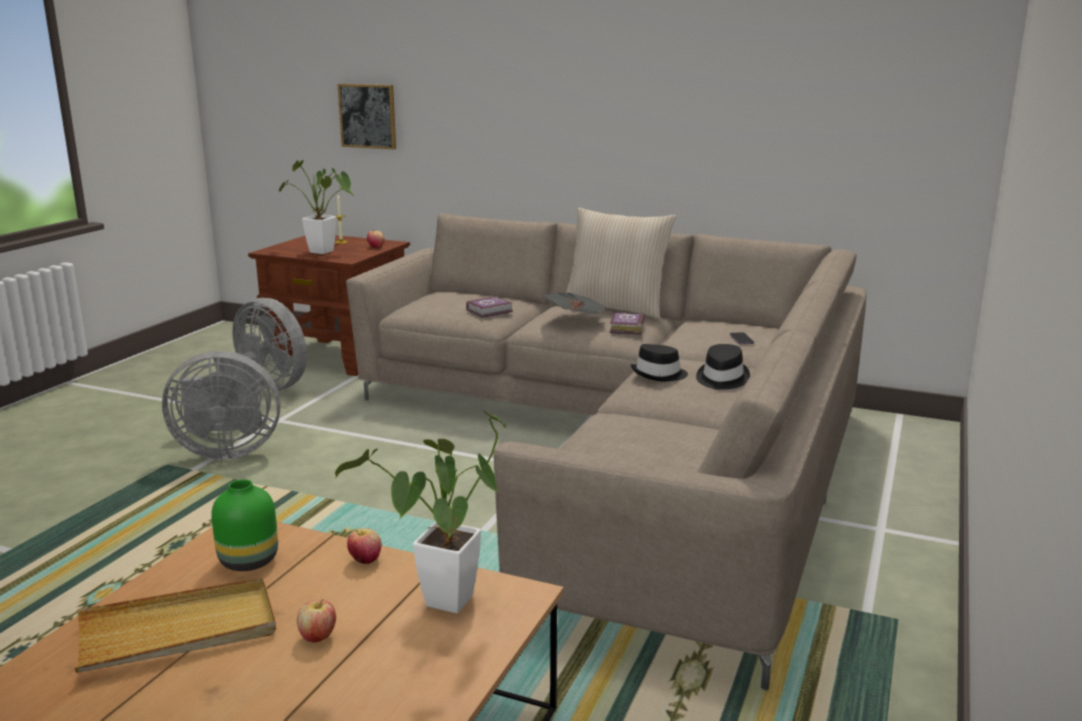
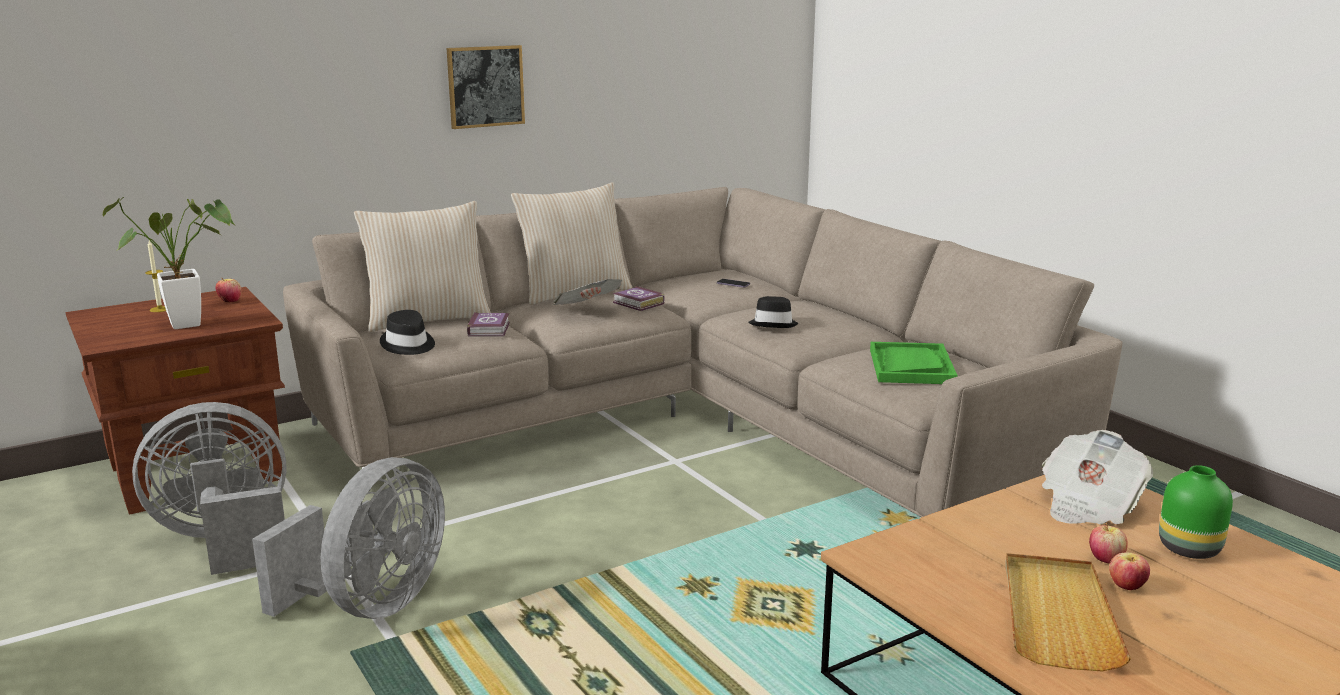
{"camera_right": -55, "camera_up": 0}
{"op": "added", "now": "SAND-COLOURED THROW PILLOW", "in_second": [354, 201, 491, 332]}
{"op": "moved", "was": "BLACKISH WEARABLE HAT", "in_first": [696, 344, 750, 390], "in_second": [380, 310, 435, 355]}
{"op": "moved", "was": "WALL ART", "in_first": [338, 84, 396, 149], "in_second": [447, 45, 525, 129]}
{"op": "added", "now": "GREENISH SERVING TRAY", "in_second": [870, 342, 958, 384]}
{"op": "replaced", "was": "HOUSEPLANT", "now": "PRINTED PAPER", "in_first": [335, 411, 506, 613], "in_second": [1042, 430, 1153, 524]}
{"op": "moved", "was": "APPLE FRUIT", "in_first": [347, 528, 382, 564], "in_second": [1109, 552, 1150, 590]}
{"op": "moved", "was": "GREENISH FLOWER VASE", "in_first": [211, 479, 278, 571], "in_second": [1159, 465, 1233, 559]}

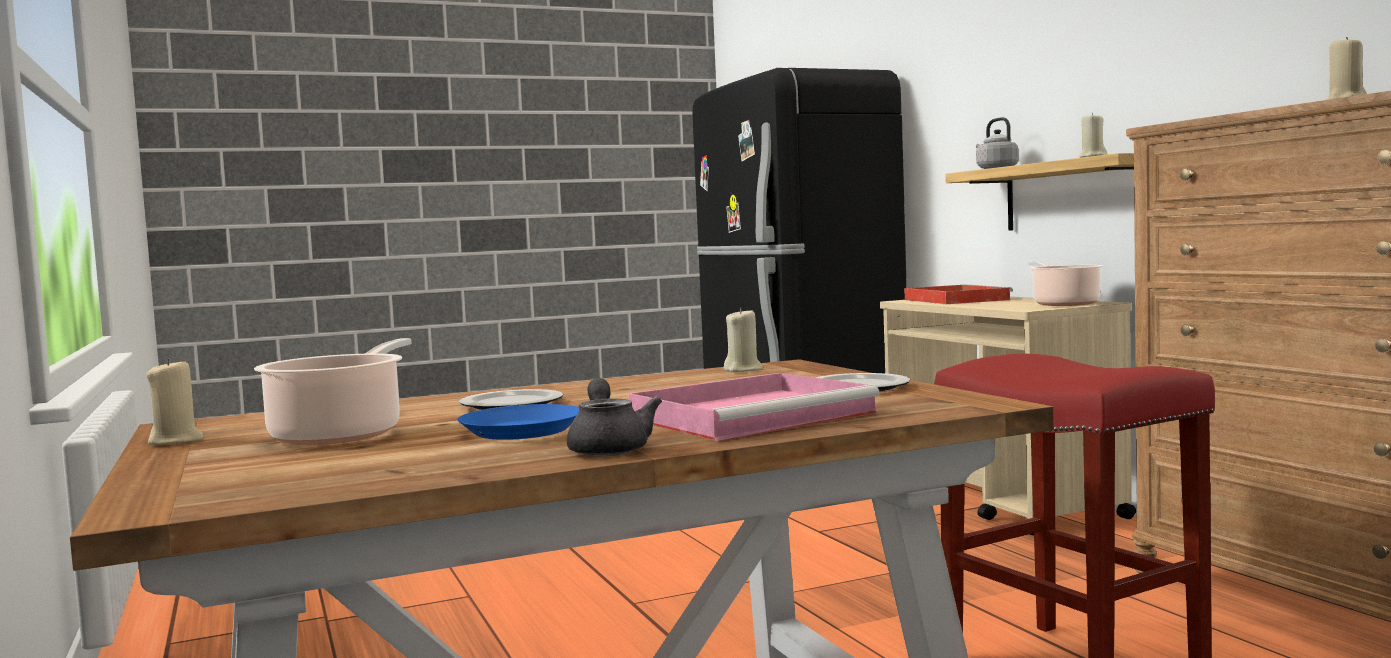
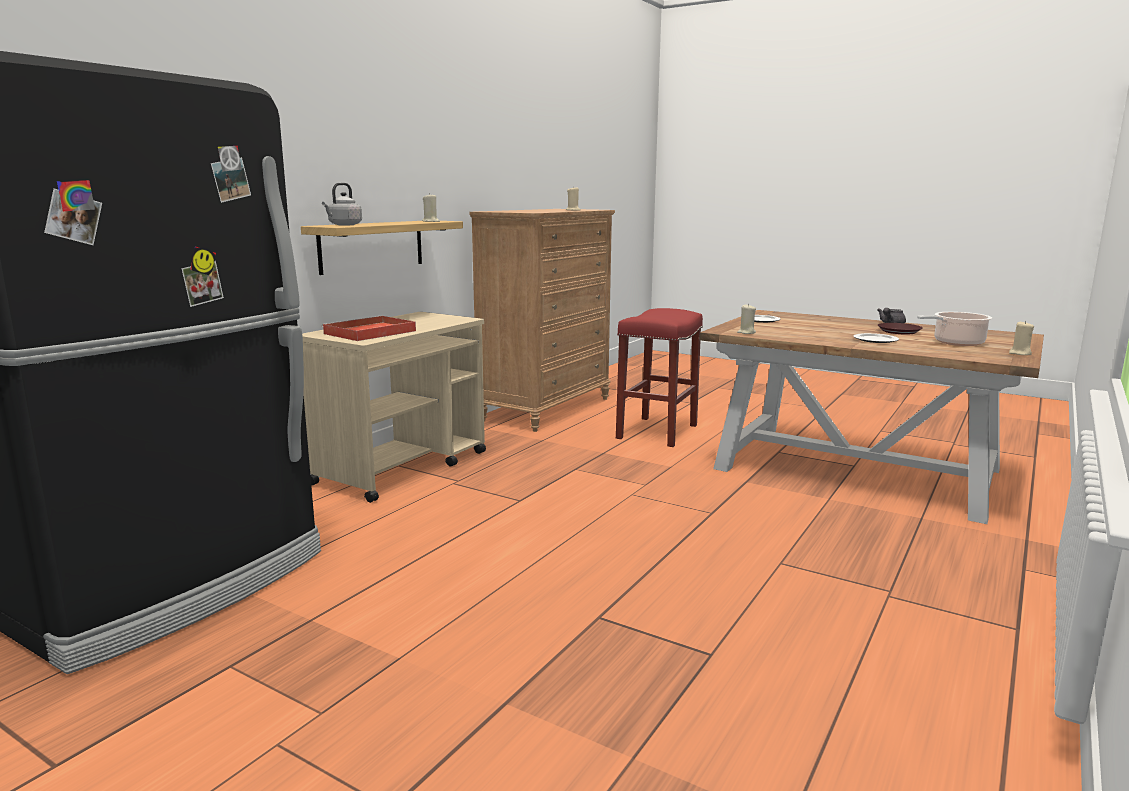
{"camera_right": -125, "camera_up": 10}
{"op": "recoloured", "was": "BLUISH FLAT DISH", "now": "BROWN FLAT DISH", "in_first": [457, 404, 579, 440], "in_second": [878, 323, 923, 334]}
{"op": "removed", "was": "PINK SERVING TRAY", "in_first": [629, 373, 880, 441]}
{"op": "removed", "was": "SAUCEPOT", "in_first": [1028, 261, 1103, 306]}

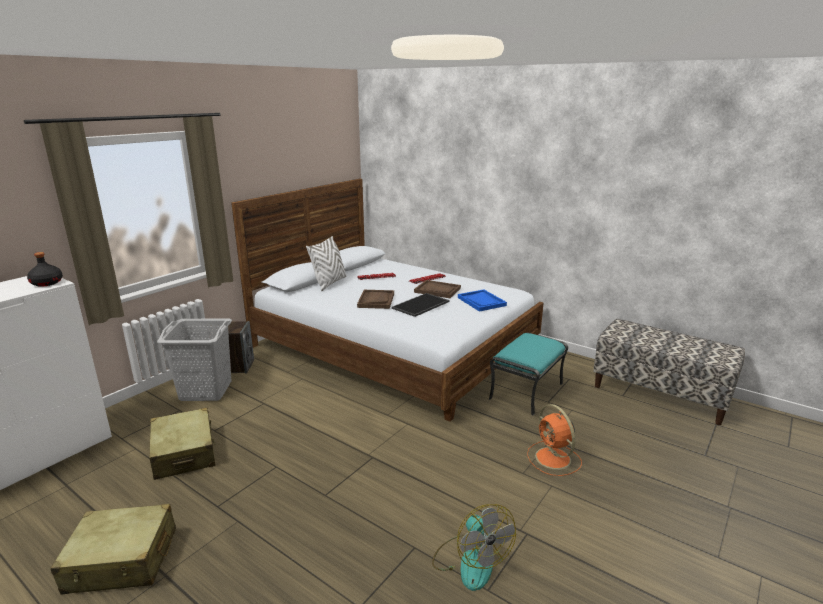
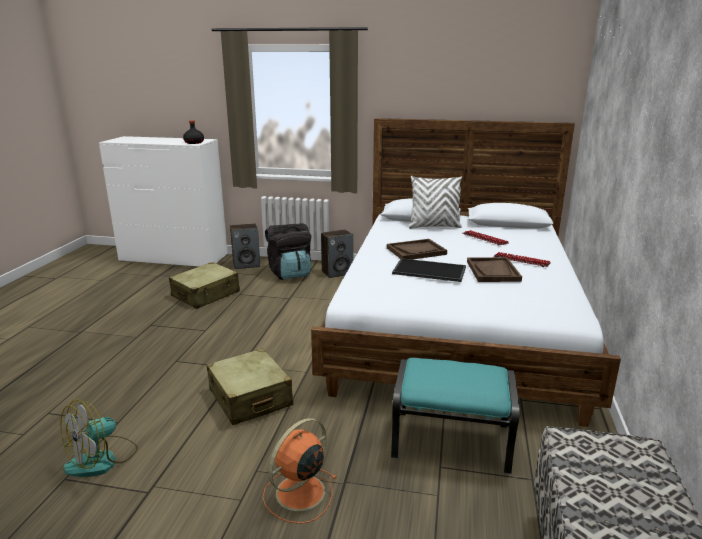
{"camera_right": 65, "camera_up": 0}
{"op": "moved", "was": "SAND-COLOURED PIECE OF LUGGAGE", "in_first": [50, 504, 176, 594], "in_second": [206, 348, 293, 425]}
{"op": "added", "now": "SPEAKER", "in_second": [230, 223, 260, 269]}
{"op": "replaced", "was": "GRAY LAUNDRY BASKET", "now": "BLACKISH RUCKSACK", "in_first": [157, 319, 232, 401], "in_second": [265, 223, 311, 280]}
{"op": "removed", "was": "BLUISH SERVING TRAY", "in_first": [458, 289, 507, 312]}

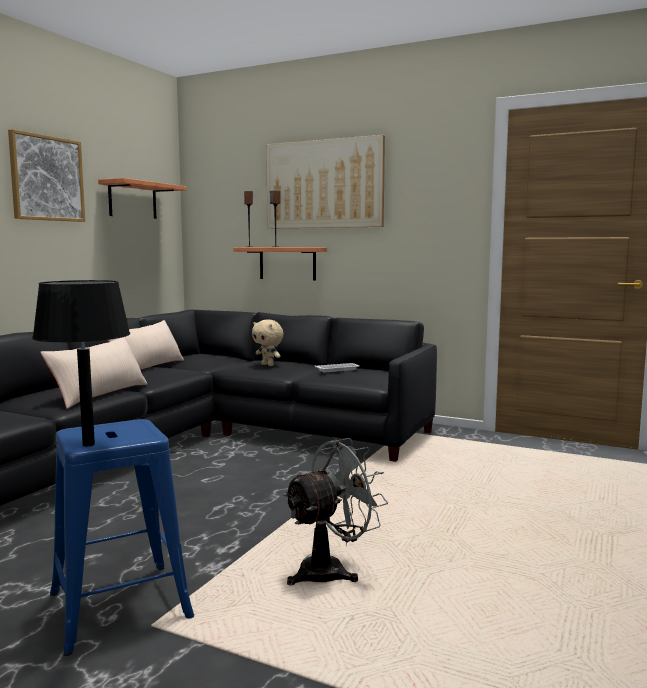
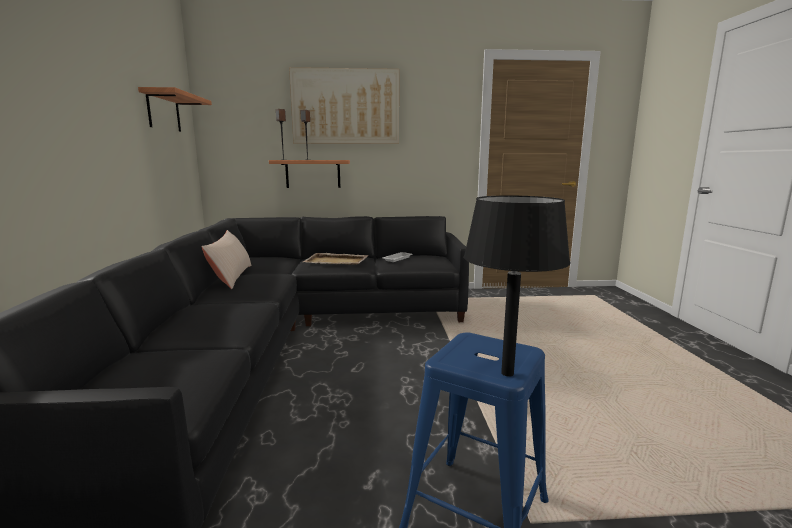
{"camera_right": -30, "camera_up": 5}
{"op": "replaced", "was": "SAND-COLOURED SOFT TOY", "now": "SAND-COLOURED SERVING TRAY", "in_first": [252, 320, 284, 366], "in_second": [303, 253, 369, 265]}
{"op": "removed", "was": "WALL ART", "in_first": [8, 129, 85, 222]}
{"op": "removed", "was": "SAND-COLOURED THROW PILLOW", "in_first": [40, 337, 147, 409]}
{"op": "removed", "was": "GRAY ELECTRIC FAN", "in_first": [283, 438, 388, 585]}

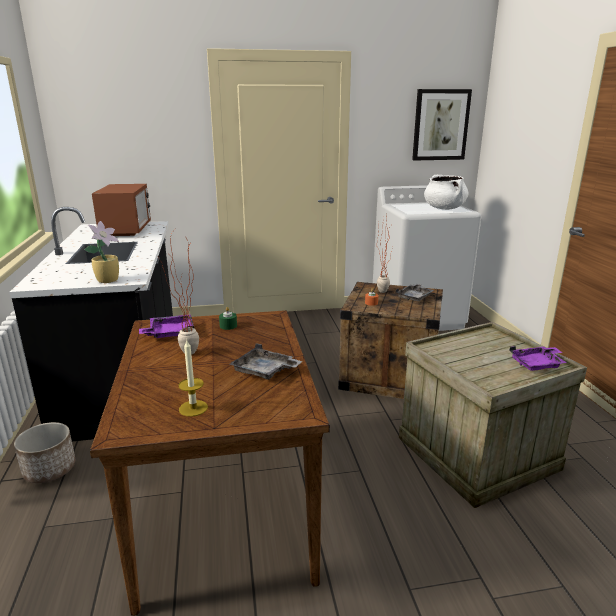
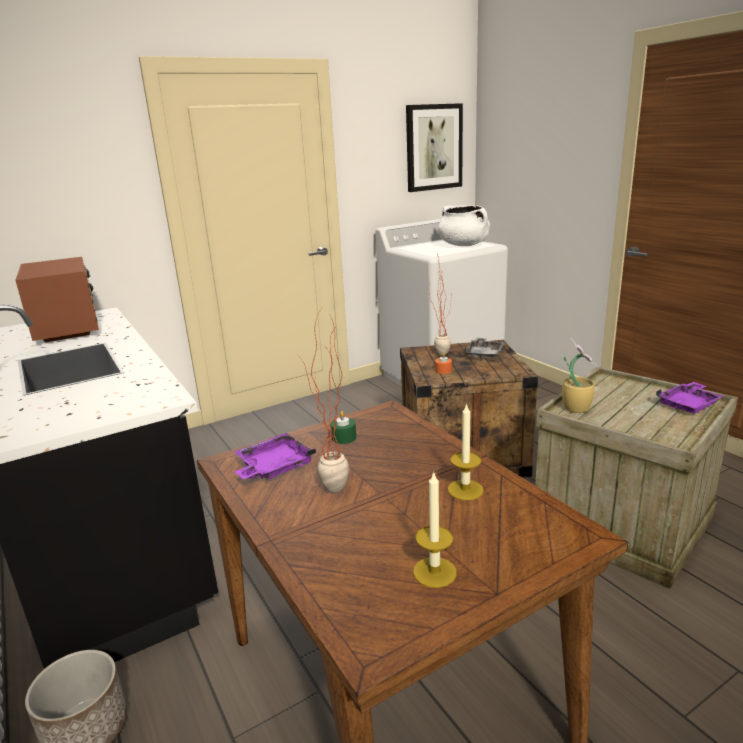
{"camera_right": -20, "camera_up": 0}
{"op": "replaced", "was": "GRAY SERVING TRAY", "now": "WAX LIGHT", "in_first": [230, 344, 303, 380], "in_second": [448, 403, 484, 500]}
{"op": "moved", "was": "HOUSEPLANT", "in_first": [84, 221, 119, 283], "in_second": [562, 338, 599, 413]}

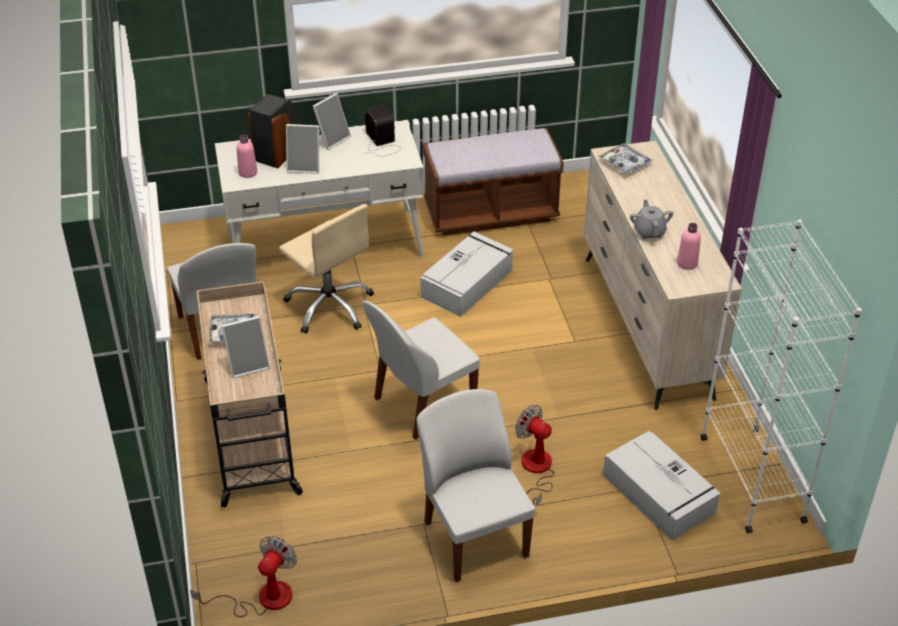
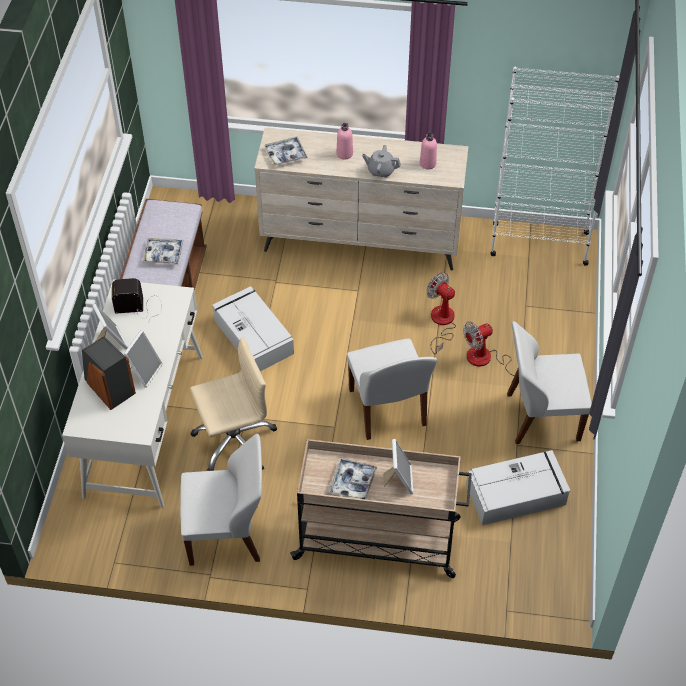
{"camera_right": -70, "camera_up": 10}
{"op": "added", "now": "SERVING TRAY", "in_second": [142, 238, 183, 265]}
{"op": "moved", "was": "PINK BOTTLE", "in_first": [237, 135, 257, 178], "in_second": [337, 123, 353, 159]}
{"op": "moved", "was": "ELECTRIC FAN", "in_first": [190, 536, 297, 617], "in_second": [426, 273, 456, 355]}
{"op": "moved", "was": "GRAY STORAGE BOX", "in_first": [603, 431, 721, 541], "in_second": [466, 450, 571, 525]}

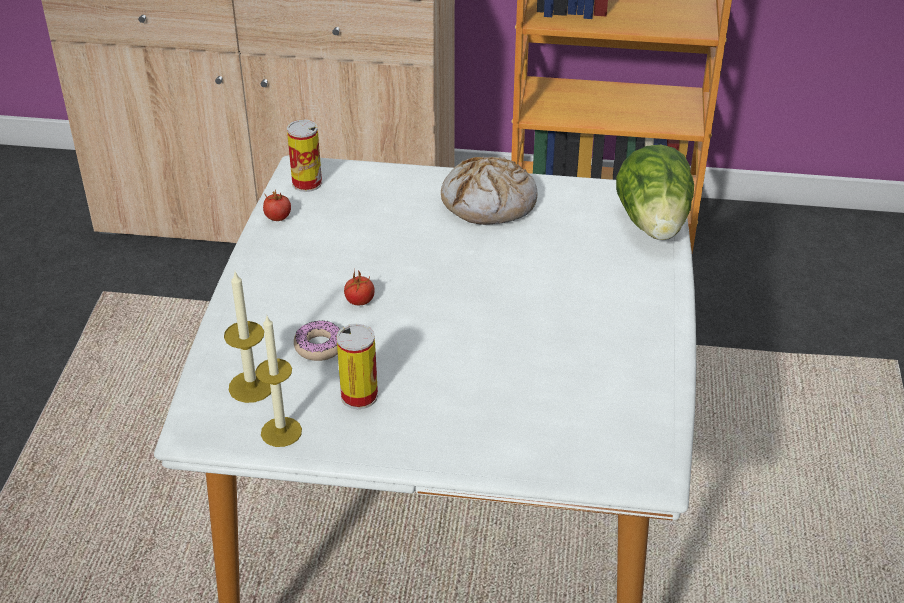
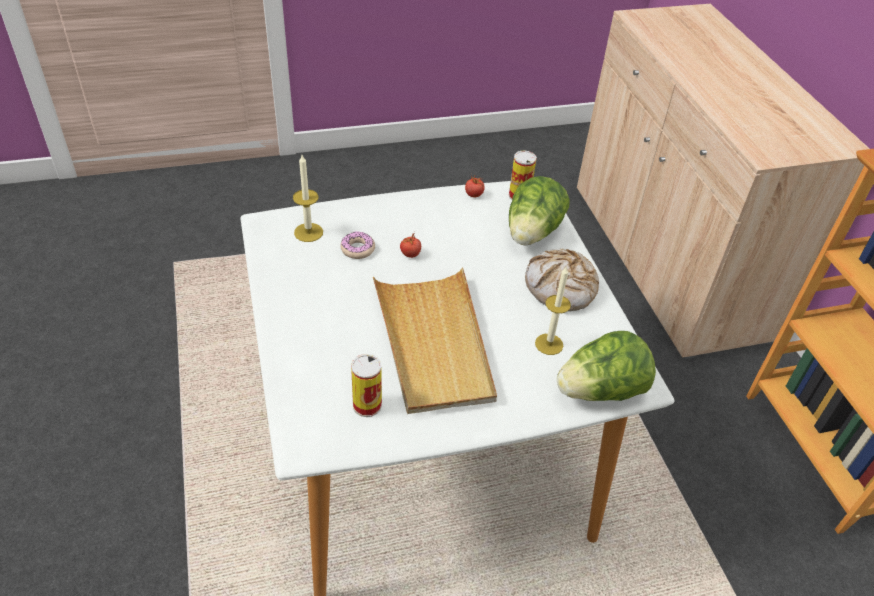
{"camera_right": 65, "camera_up": 5}
{"op": "moved", "was": "SEALED CAN", "in_first": [336, 324, 378, 409], "in_second": [351, 354, 382, 417]}
{"op": "added", "now": "SAND-COLOURED SERVING TRAY", "in_second": [373, 267, 497, 414]}
{"op": "added", "now": "LETTUCE HEAD", "in_second": [509, 176, 570, 245]}
{"op": "moved", "was": "WAX LIGHT", "in_first": [256, 314, 302, 447], "in_second": [535, 266, 571, 355]}

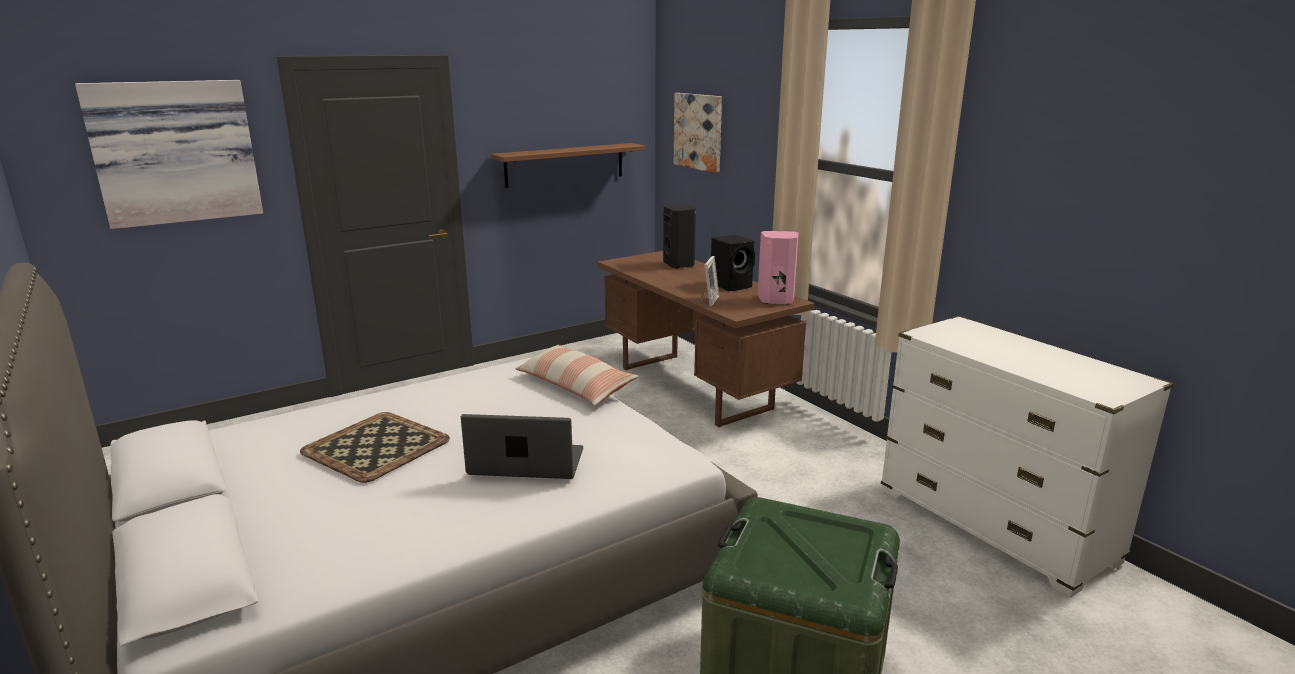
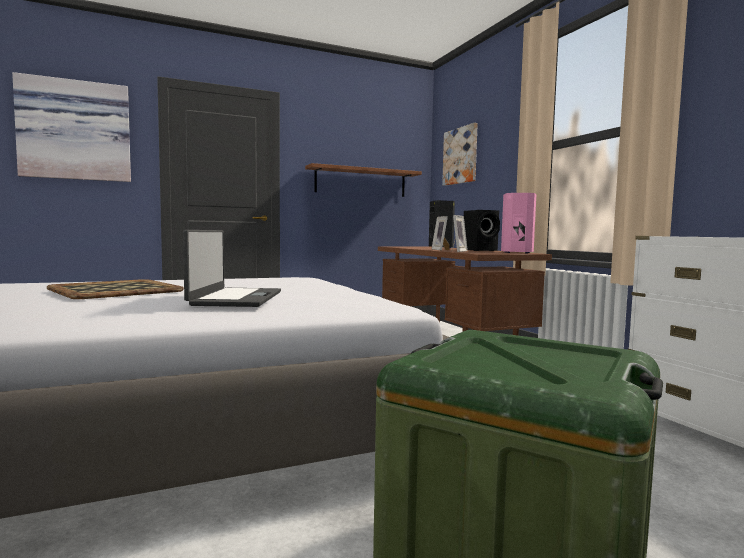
{"camera_right": 10, "camera_up": -15}
{"op": "turned", "was": "LAPTOP", "in_first": [461, 414, 583, 479], "in_second": [183, 230, 281, 307], "clockwise": 75}
{"op": "added", "now": "PICTURE FRAME", "in_second": [432, 216, 450, 251]}
{"op": "removed", "was": "THROW PILLOW", "in_first": [516, 344, 639, 406]}

